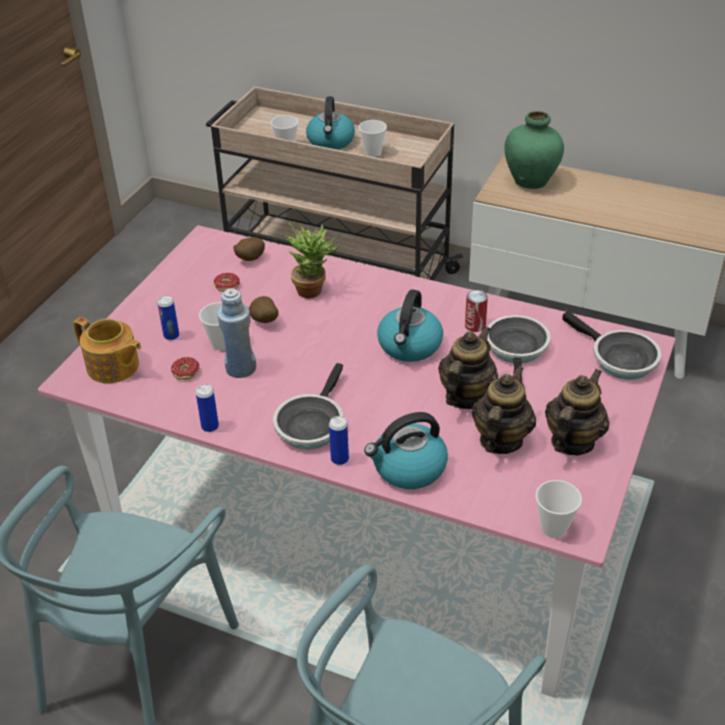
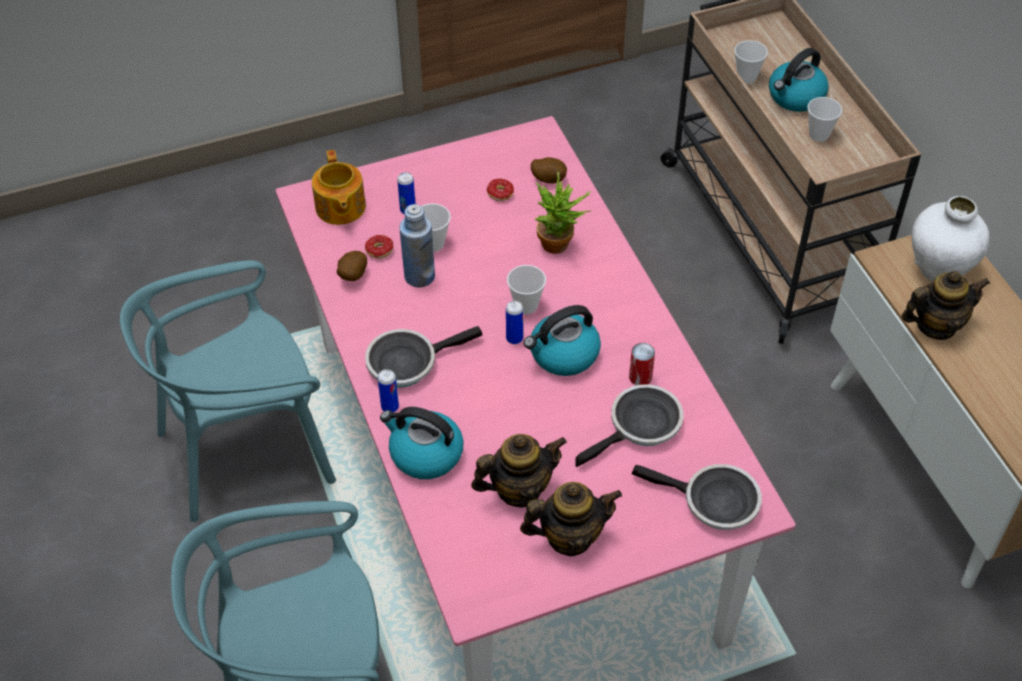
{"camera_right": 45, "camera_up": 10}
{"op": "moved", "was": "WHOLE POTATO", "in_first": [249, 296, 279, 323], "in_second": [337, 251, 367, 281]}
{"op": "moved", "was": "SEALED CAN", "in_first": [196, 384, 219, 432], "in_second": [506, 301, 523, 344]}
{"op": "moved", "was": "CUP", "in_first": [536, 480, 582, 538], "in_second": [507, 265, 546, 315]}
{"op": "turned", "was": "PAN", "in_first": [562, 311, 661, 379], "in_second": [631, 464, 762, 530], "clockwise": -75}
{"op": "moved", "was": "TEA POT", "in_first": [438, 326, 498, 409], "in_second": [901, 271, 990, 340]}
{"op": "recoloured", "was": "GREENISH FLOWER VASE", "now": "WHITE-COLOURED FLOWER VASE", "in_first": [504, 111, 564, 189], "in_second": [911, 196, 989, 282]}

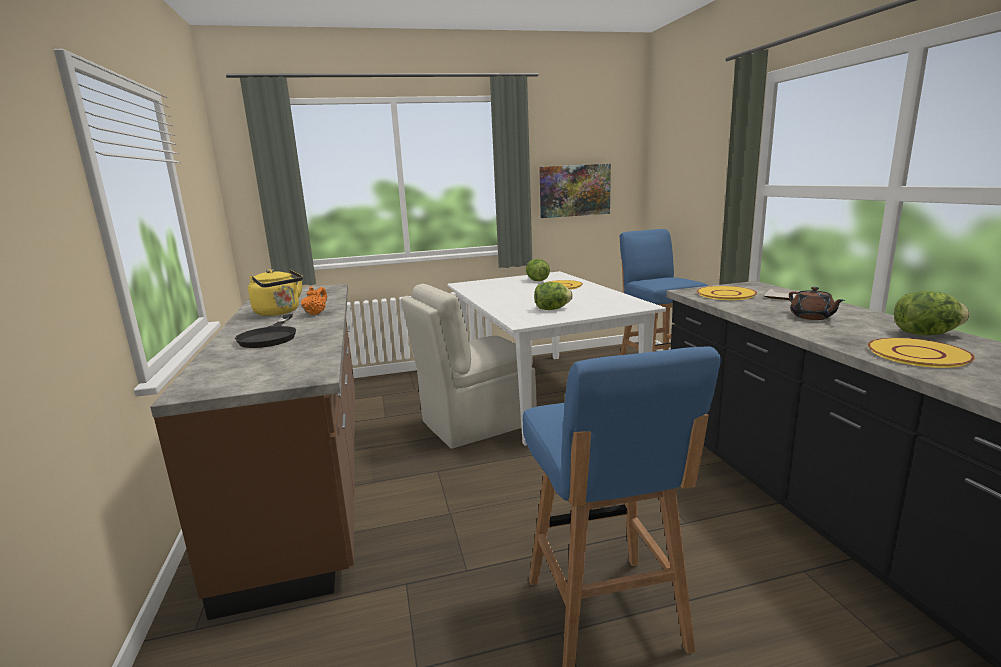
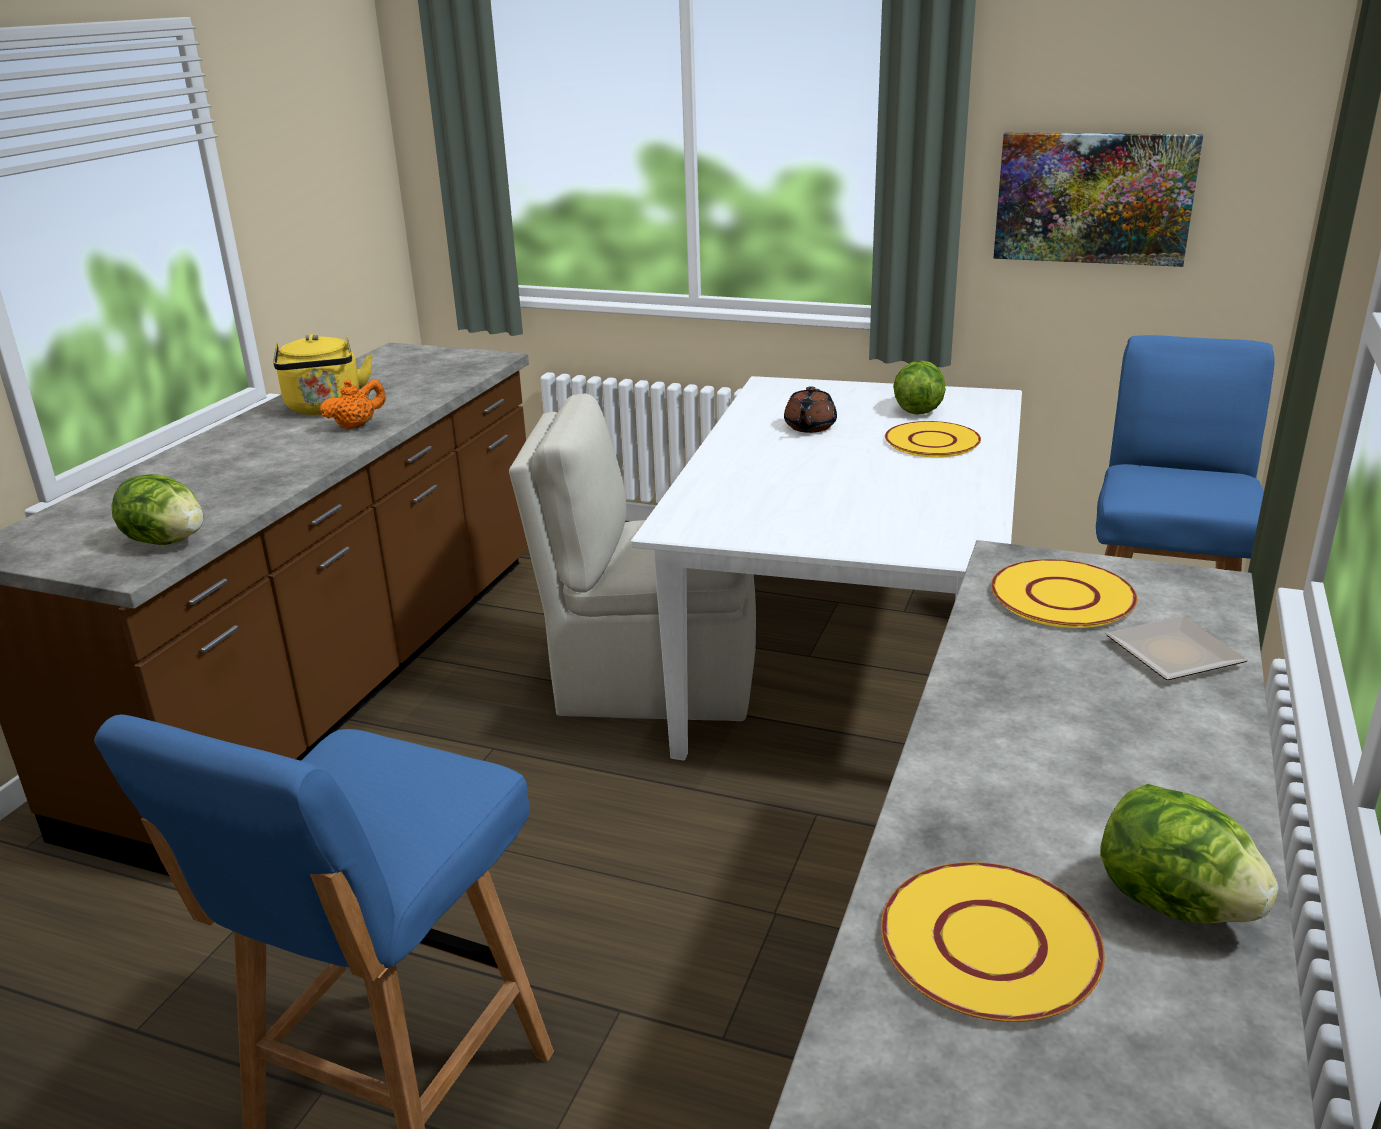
{"camera_right": 35, "camera_up": 10}
{"op": "moved", "was": "LETTUCE HEAD", "in_first": [534, 282, 573, 310], "in_second": [111, 474, 204, 545]}
{"op": "moved", "was": "BROWN TEA POT", "in_first": [789, 287, 845, 320], "in_second": [784, 386, 837, 433]}
{"op": "removed", "was": "BLACKISH PAN", "in_first": [235, 314, 296, 348]}

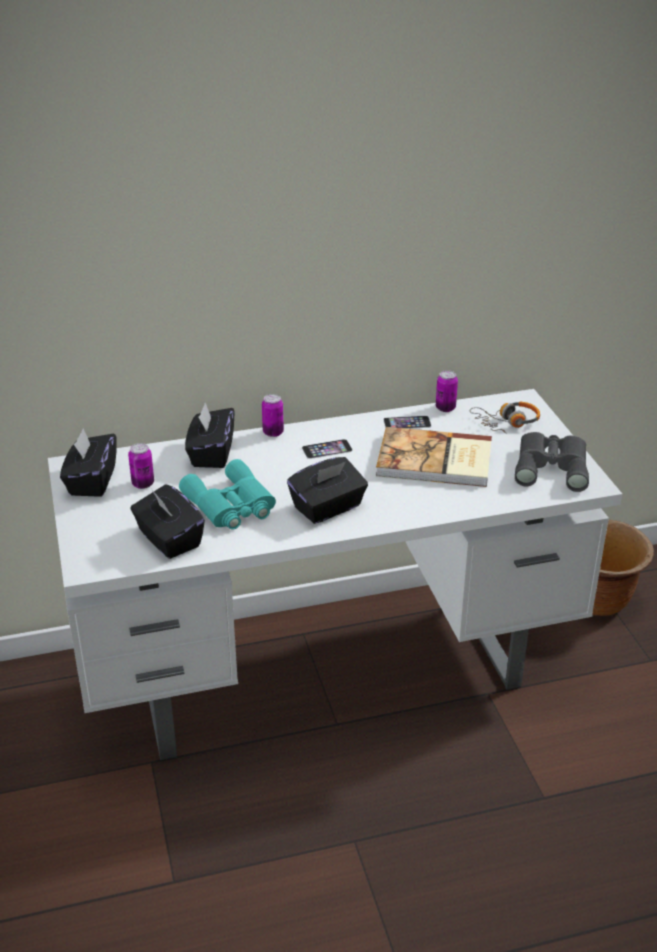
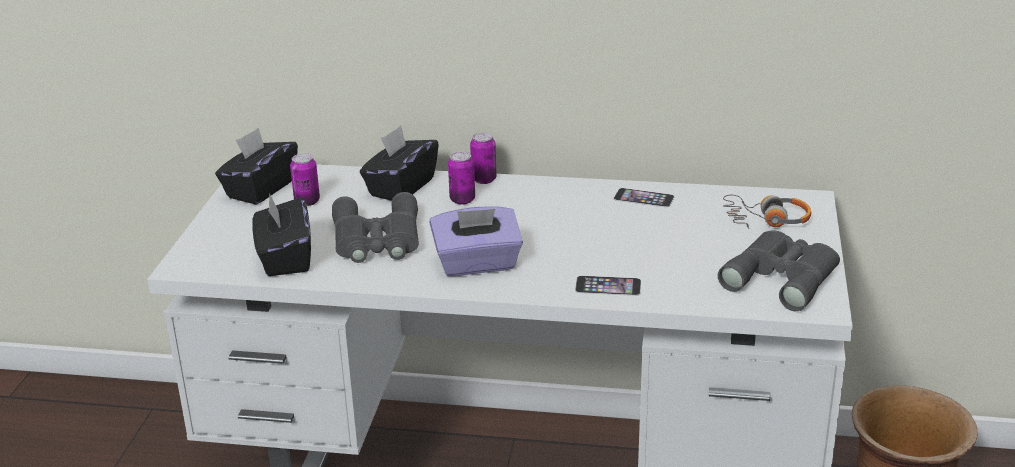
{"camera_right": 25, "camera_up": -5}
{"op": "recoloured", "was": "TURQUOISE BINOCULARS", "now": "GRAY BINOCULARS", "in_first": [179, 459, 276, 530], "in_second": [332, 192, 419, 263]}
{"op": "recoloured", "was": "BLACKISH TISSUE HOLDER", "now": "PURPLE TISSUE HOLDER", "in_first": [287, 457, 368, 524], "in_second": [430, 206, 523, 276]}
{"op": "moved", "was": "SEALED CAN", "in_first": [436, 370, 458, 412], "in_second": [448, 151, 475, 205]}
{"op": "moved", "was": "HANDSET", "in_first": [302, 439, 353, 459], "in_second": [575, 276, 641, 296]}
{"op": "removed", "was": "BOUND BOOK", "in_first": [376, 427, 492, 487]}

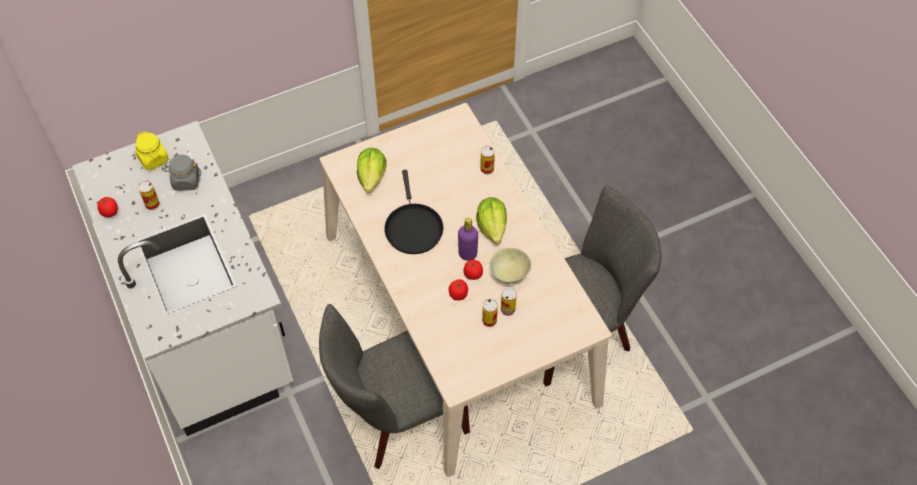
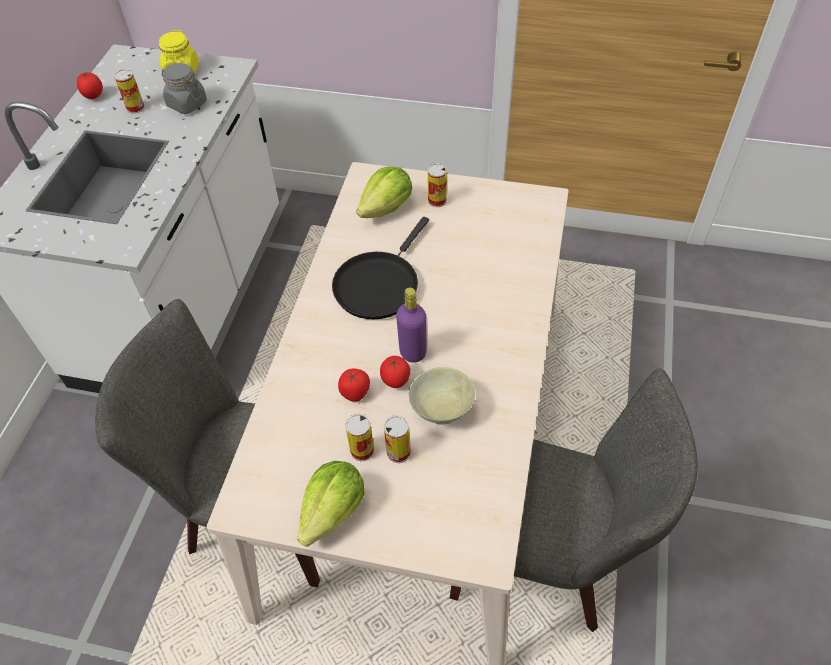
{"camera_right": 40, "camera_up": -5}
{"op": "moved", "was": "LETTUCE HEAD", "in_first": [476, 197, 507, 244], "in_second": [297, 461, 365, 547]}
{"op": "moved", "was": "SEALED CAN", "in_first": [480, 146, 495, 175], "in_second": [428, 163, 447, 207]}

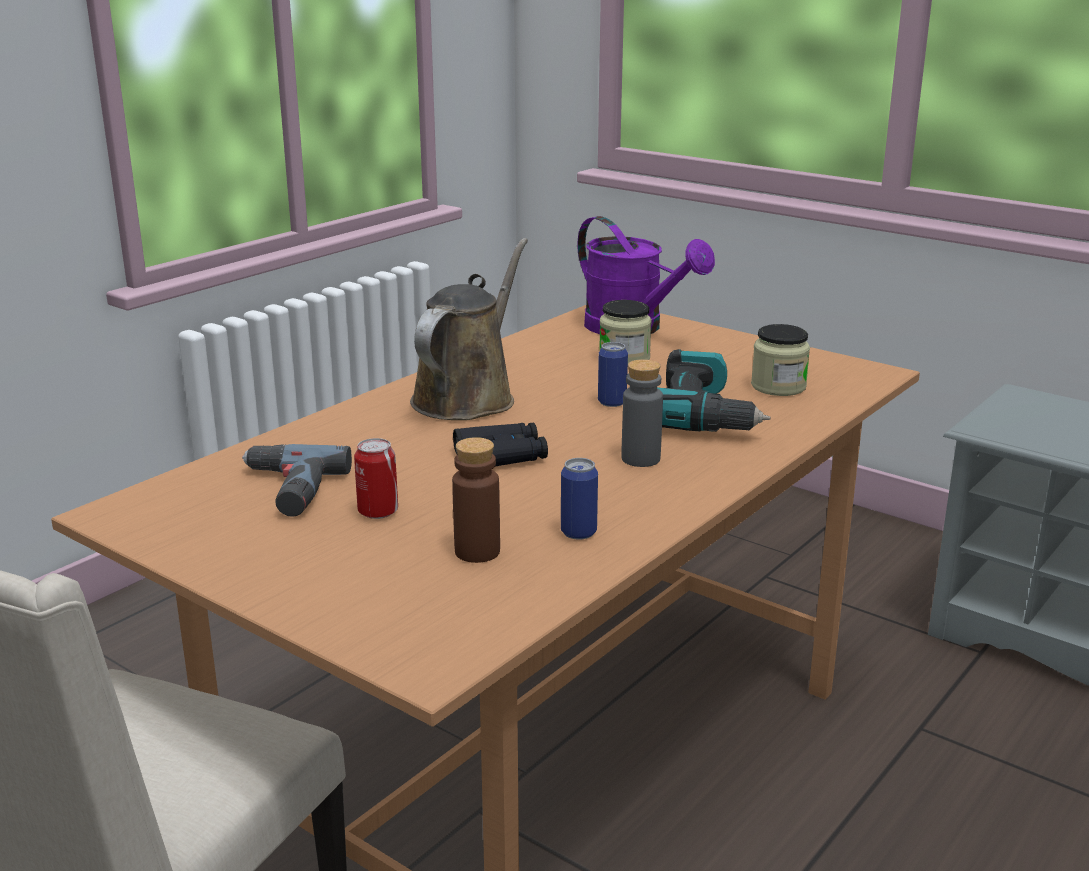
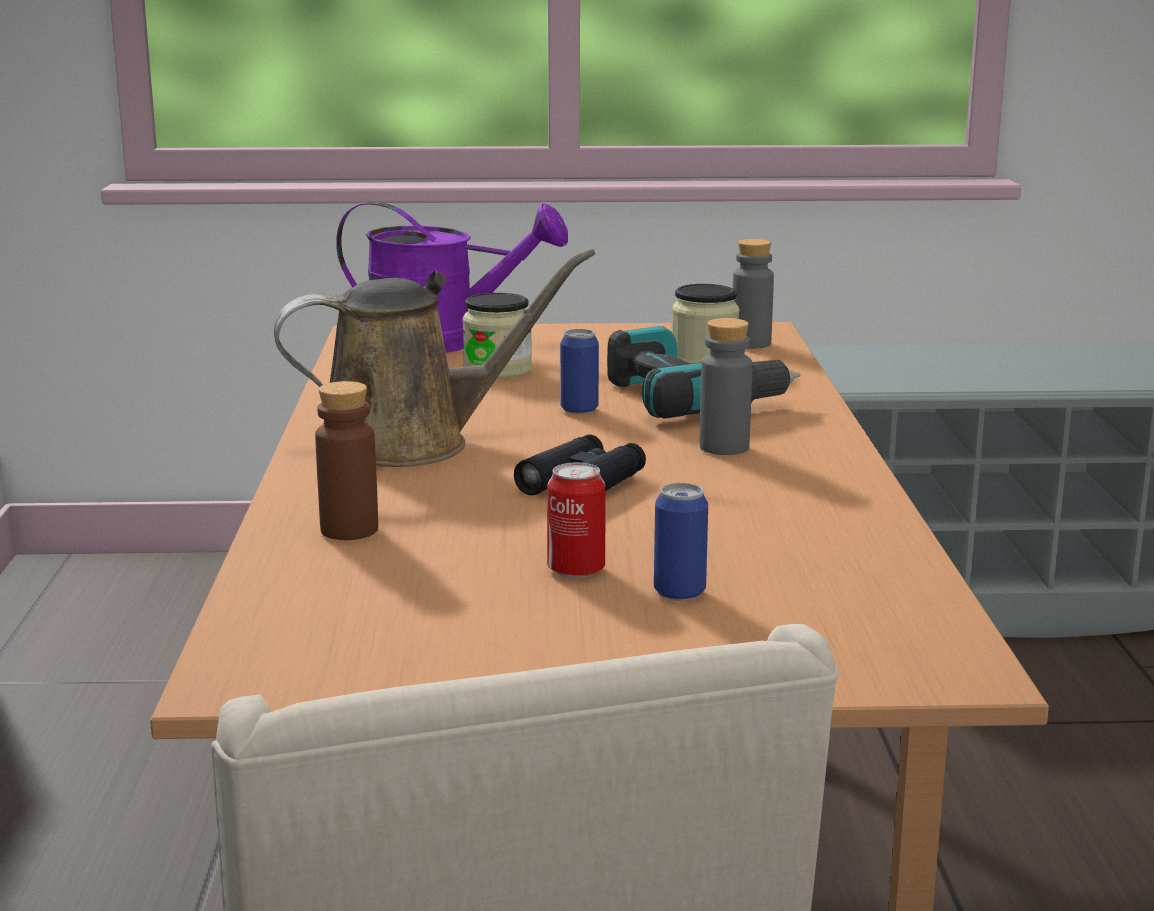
{"camera_right": -40, "camera_up": -5}
{"op": "turned", "was": "BROWN SPRINKLING CAN", "in_first": [410, 238, 528, 420], "in_second": [274, 248, 595, 467], "clockwise": 90}
{"op": "moved", "was": "BROWN BOTTLE", "in_first": [452, 437, 500, 563], "in_second": [315, 381, 378, 540]}
{"op": "moved", "was": "SEALED CAN", "in_first": [561, 458, 598, 540], "in_second": [654, 483, 708, 601]}
{"op": "added", "now": "GRAY BOTTLE", "in_second": [733, 239, 774, 349]}
{"op": "removed", "was": "ELECTRIC DRILL", "in_first": [242, 444, 352, 517]}

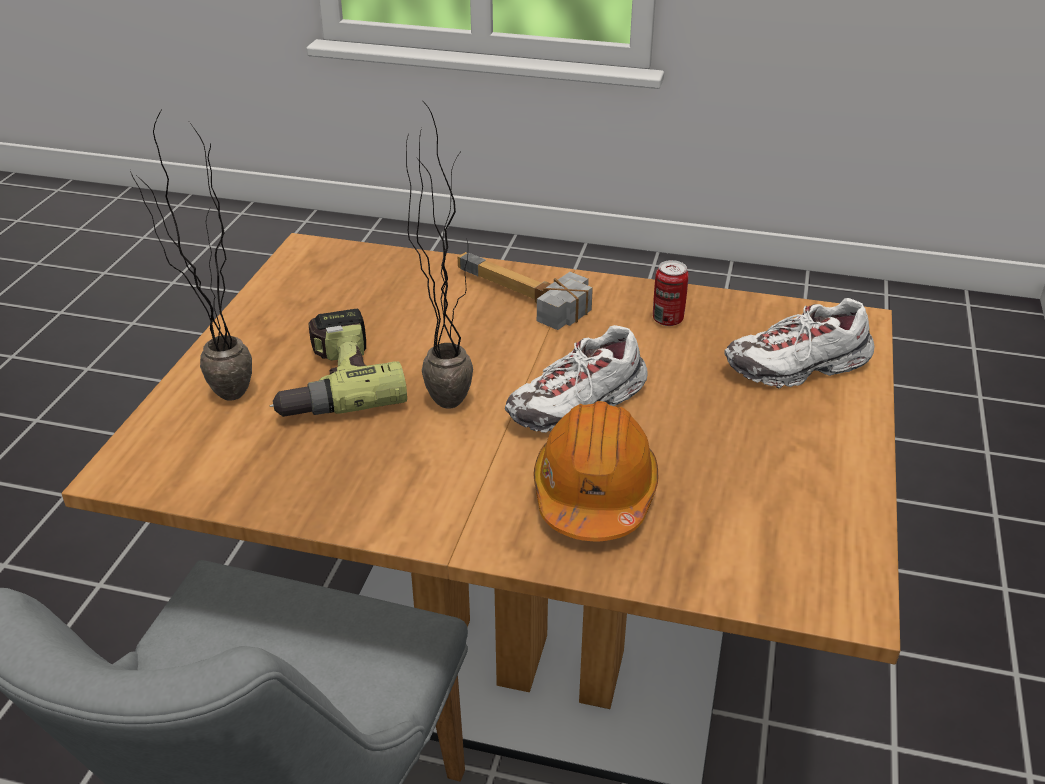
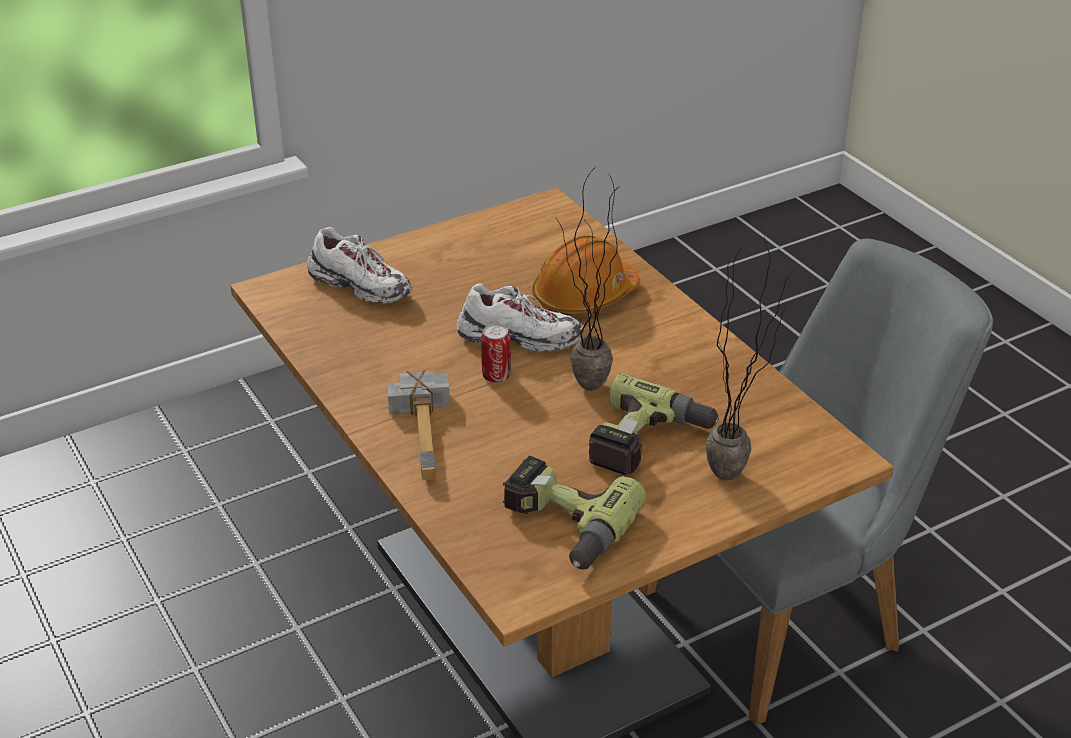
{"camera_right": -135, "camera_up": 0}
{"op": "moved", "was": "SEALED CAN", "in_first": [653, 260, 689, 326], "in_second": [481, 324, 511, 383]}
{"op": "added", "now": "ELECTRIC DRILL", "in_second": [503, 456, 647, 569]}

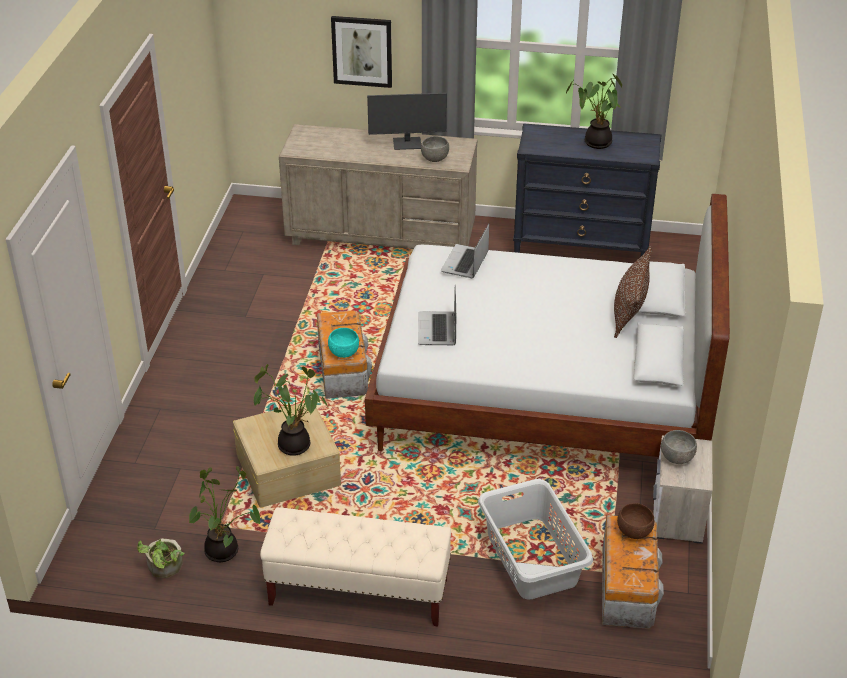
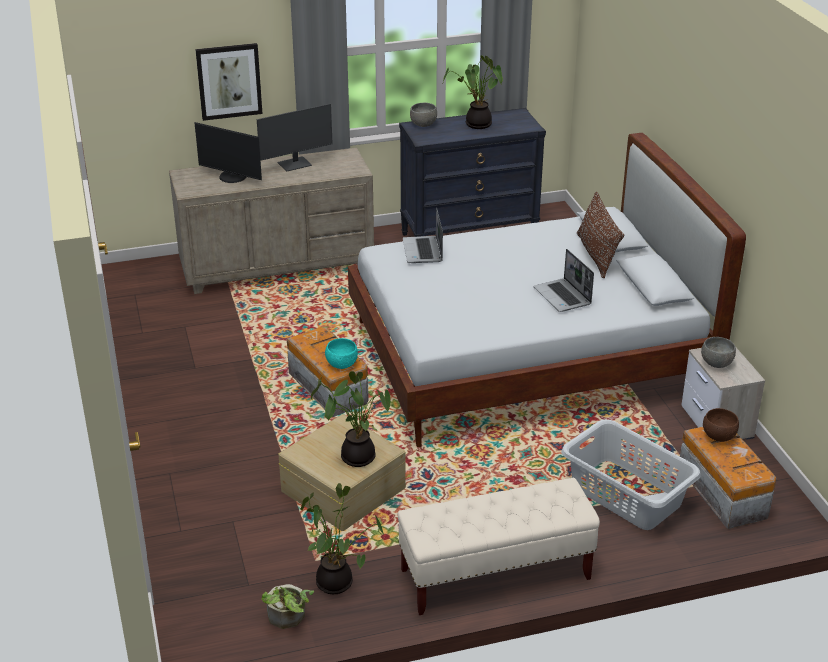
{"camera_right": -25, "camera_up": -5}
{"op": "added", "now": "COMPUTER SCREEN", "in_second": [195, 122, 262, 183]}
{"op": "moved", "was": "GRAY BOWL", "in_first": [421, 136, 449, 162], "in_second": [410, 103, 437, 127]}
{"op": "moved", "was": "LAPTOP", "in_first": [418, 285, 456, 345], "in_second": [534, 249, 594, 312]}

